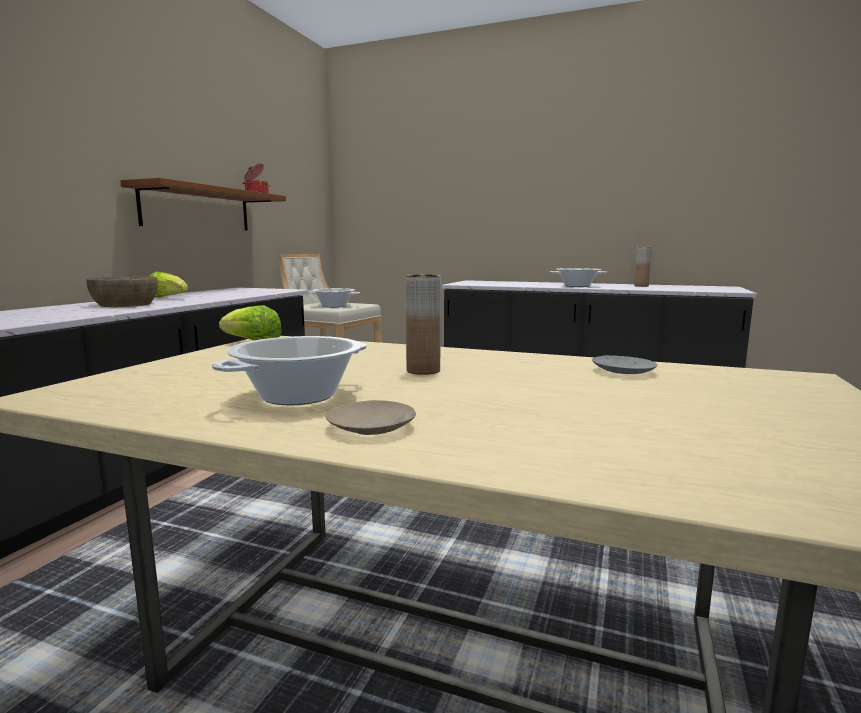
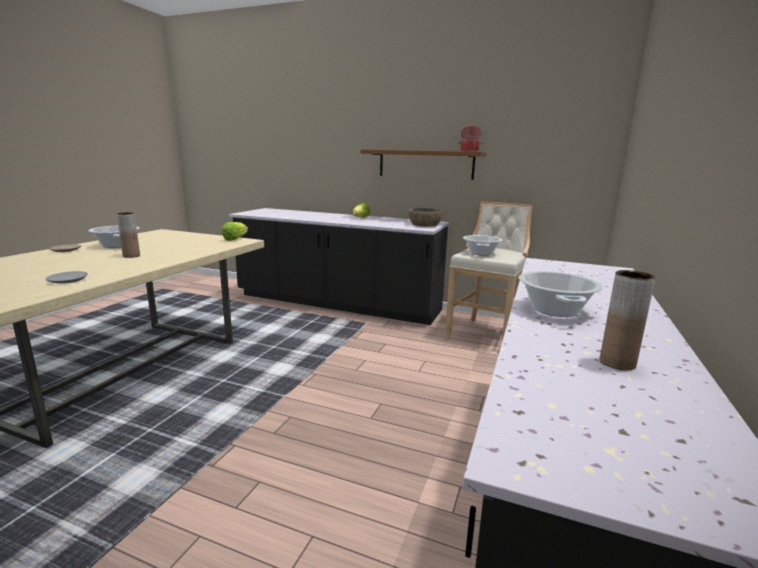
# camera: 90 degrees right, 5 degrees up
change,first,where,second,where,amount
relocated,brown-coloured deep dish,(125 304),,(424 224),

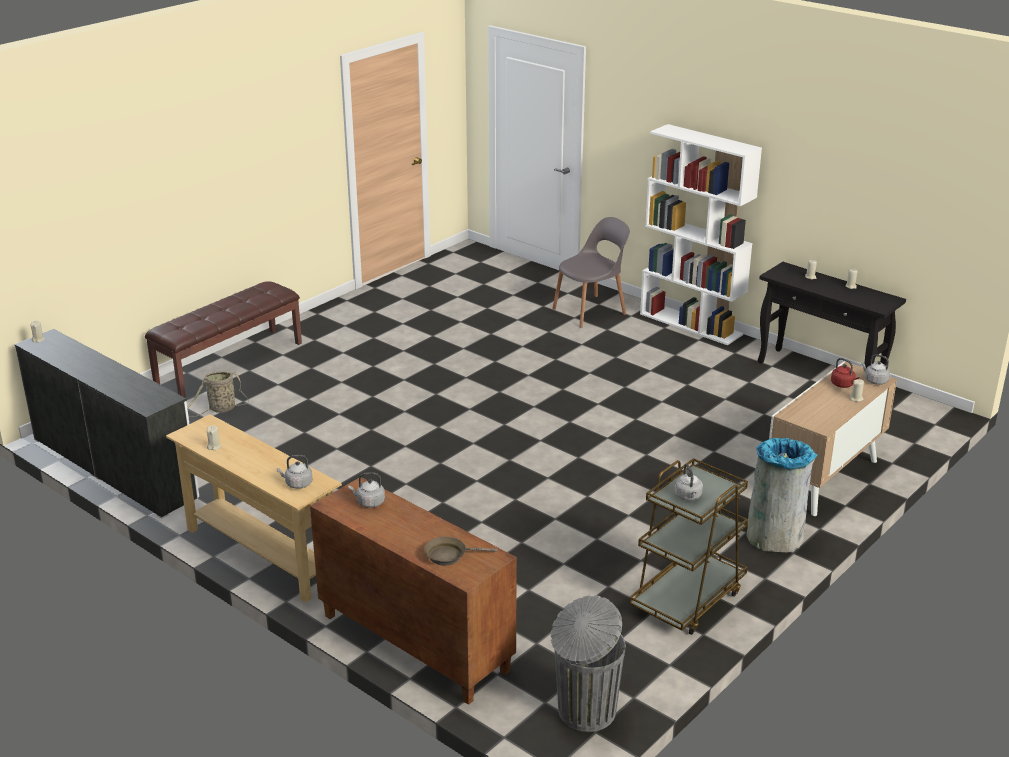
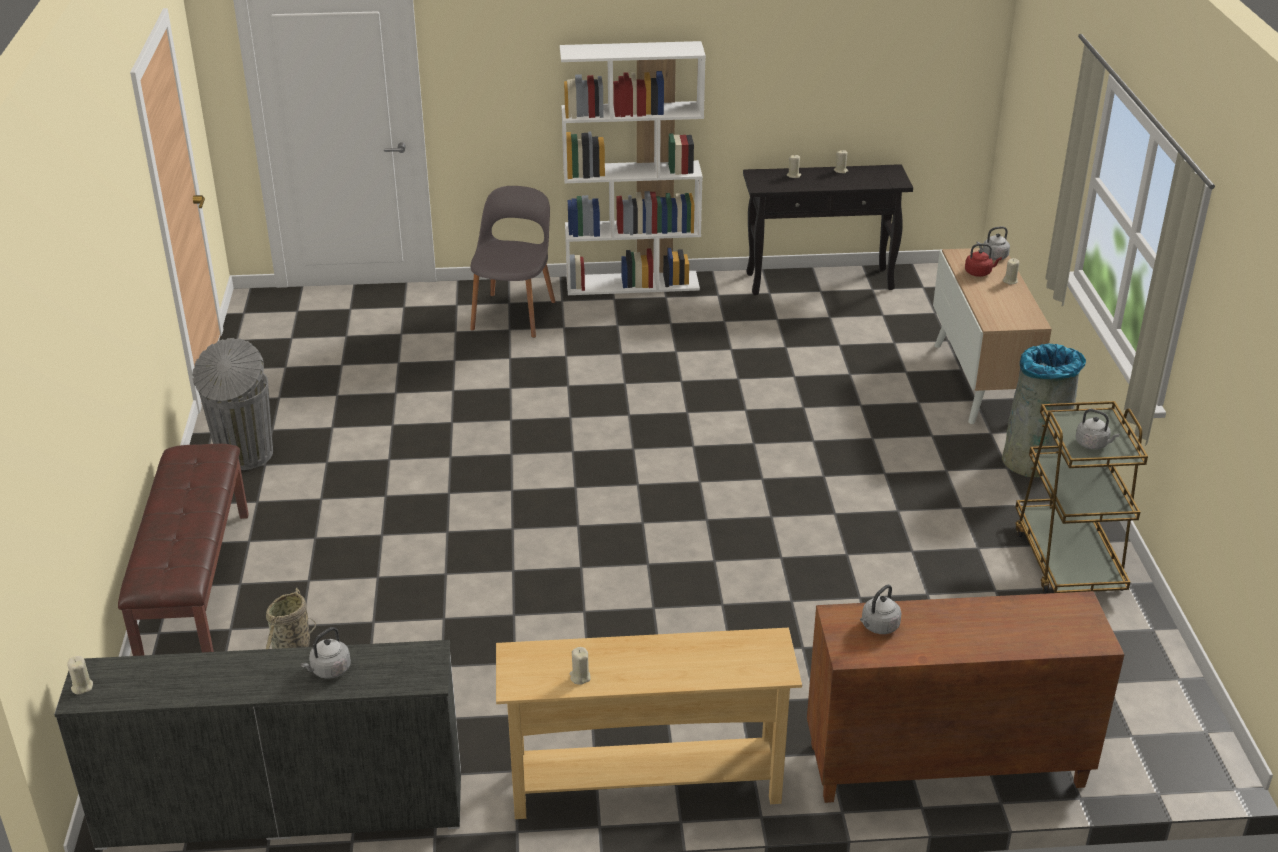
# camera: 45 degrees left, 5 degrees up
change,first,where,second,where,amount
relocated,gray waste bin,(585 711),,(244 455),
relocated,gray kettle,(297 484),,(329 670),
missing,brown-coloured pan,(449 555),,,

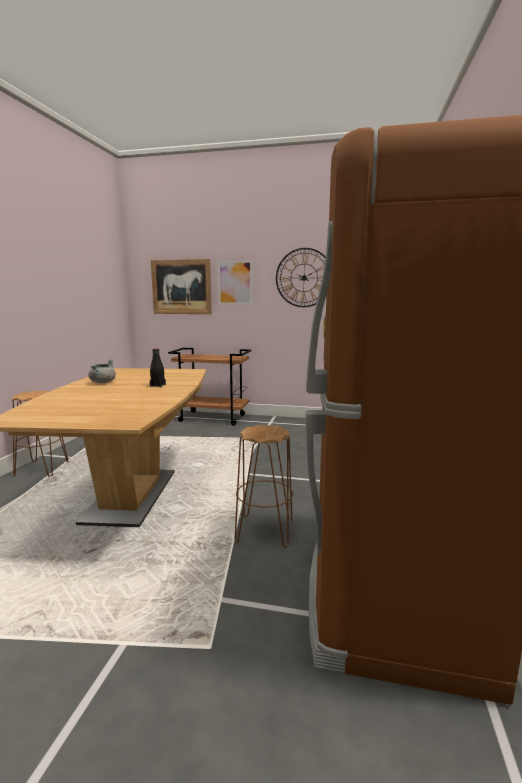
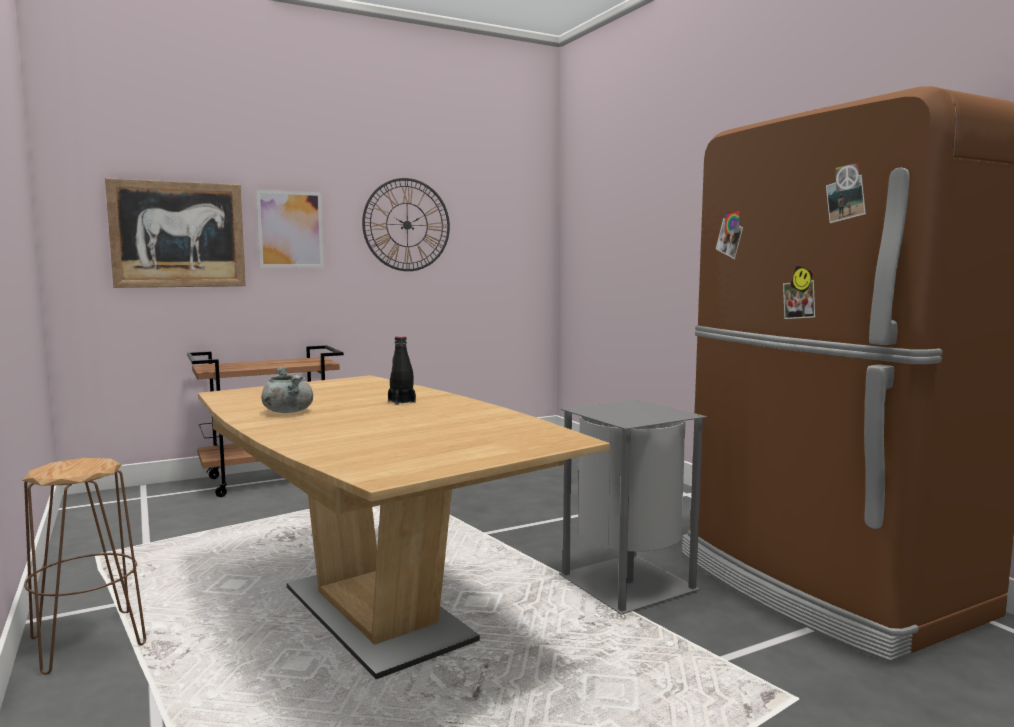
# camera: 40 degrees left, 5 degrees down
change,first,where,second,where,amount
exchanged,brown-coloured sitting stool,(264 531),gray waste bin,(630 583),

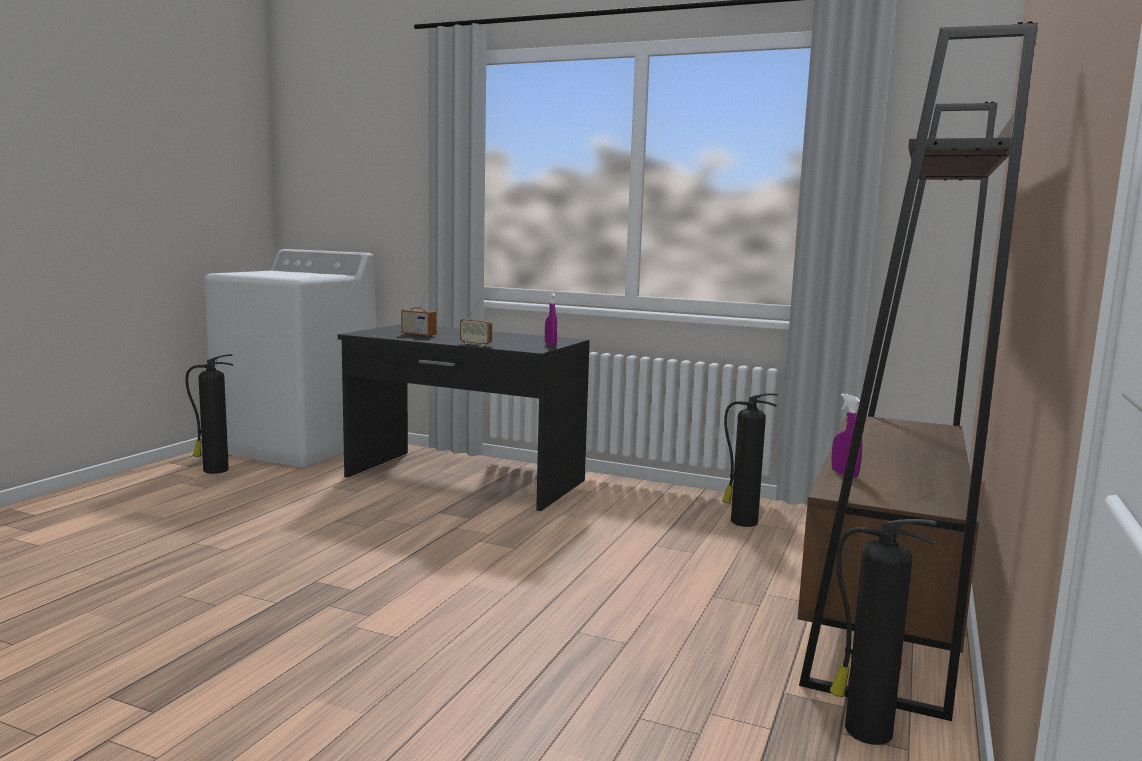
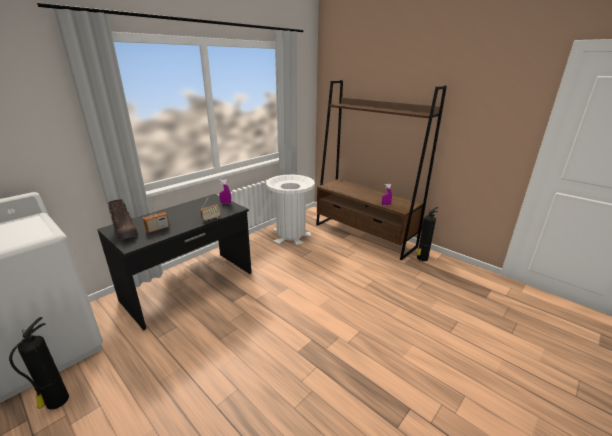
# camera: 70 degrees left, 15 degrees up
change,first,where,second,where,amount
appeared,,,brown-coloured tall boot,(126 232),
exchanged,fire extinguisher,(742 522),white-coloured waste bin,(291 235),

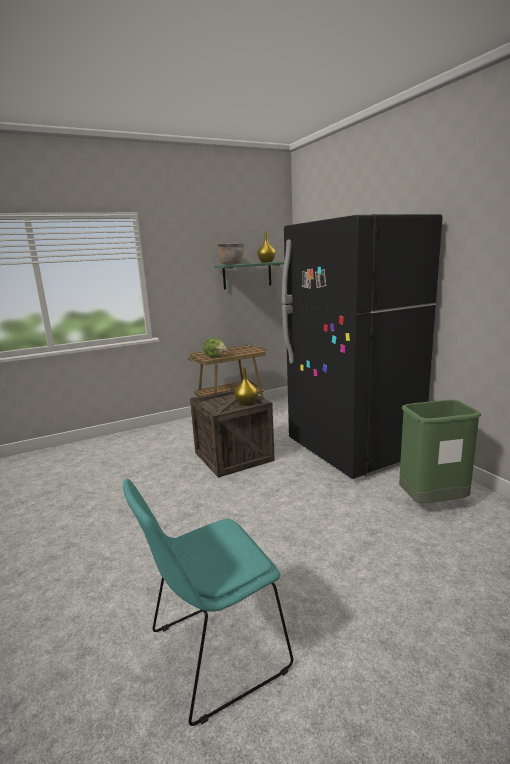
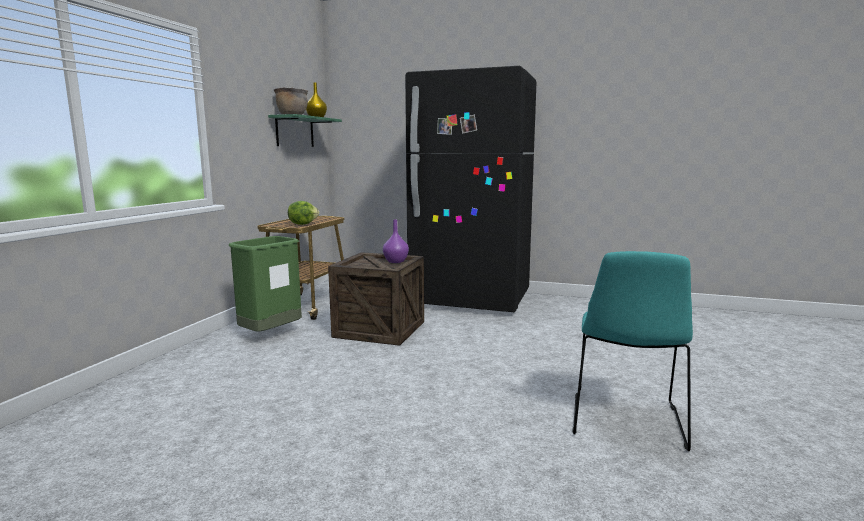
# camera: 45 degrees left, 5 degrees down
change,first,where,second,where,amount
relocated,green-coloured waste bin,(432 502),,(271 335),
colour,yellowish decorative vase,(246 403),purplish decorative vase,(396 261),

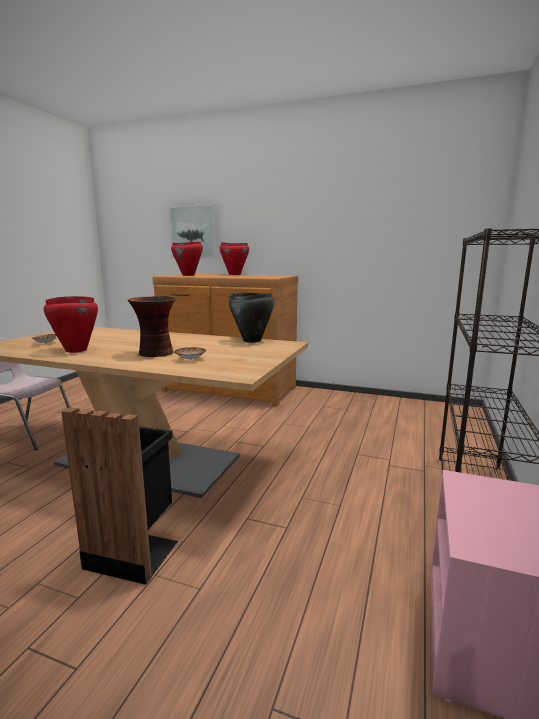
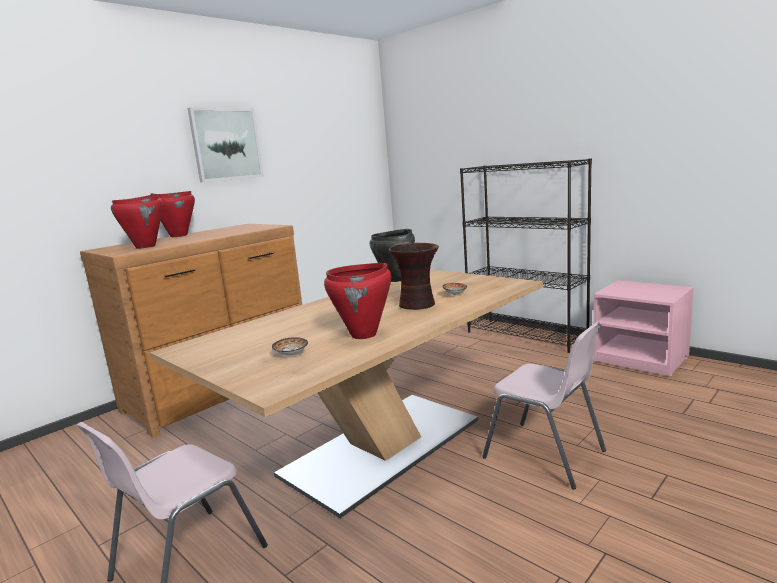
# camera: 65 degrees left, 0 degrees up
change,first,where,second,where,amount
relocated,wall picture,(193 232),,(226 144),
exchanged,black-coloured waste bin,(134 551),pink-coloured chair,(546 455),

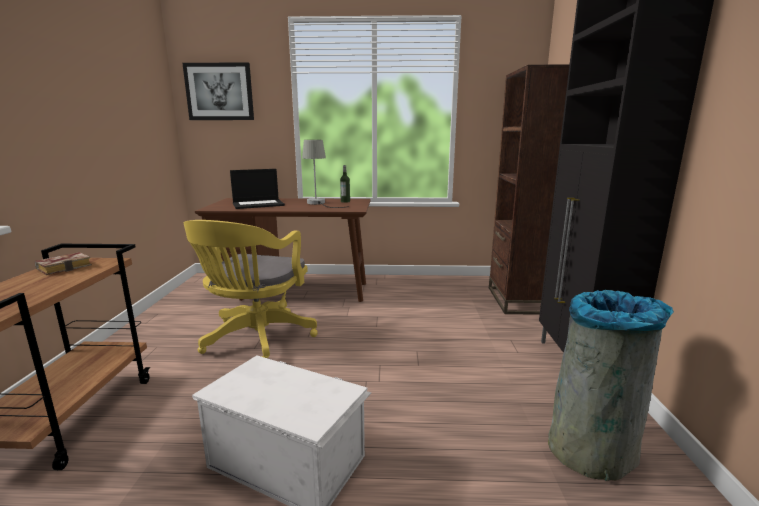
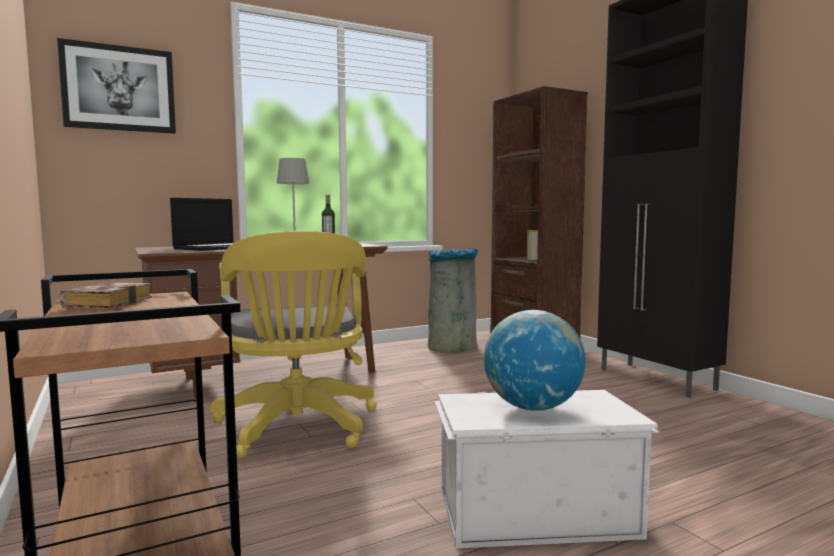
# camera: 30 degrees left, 10 degrees down
change,first,where,second,where,amount
relocated,gray waste bin,(592 448),,(452 346),
appeared,,,world globe,(532 407),

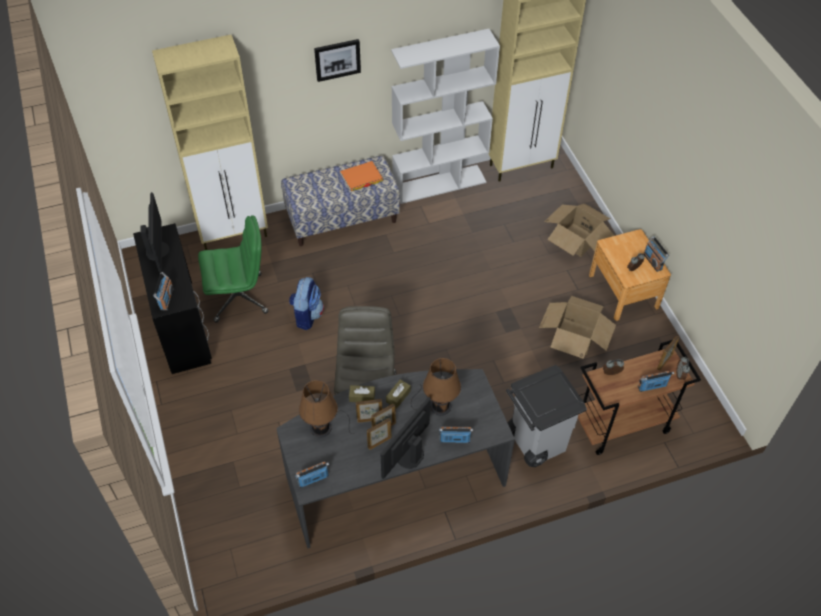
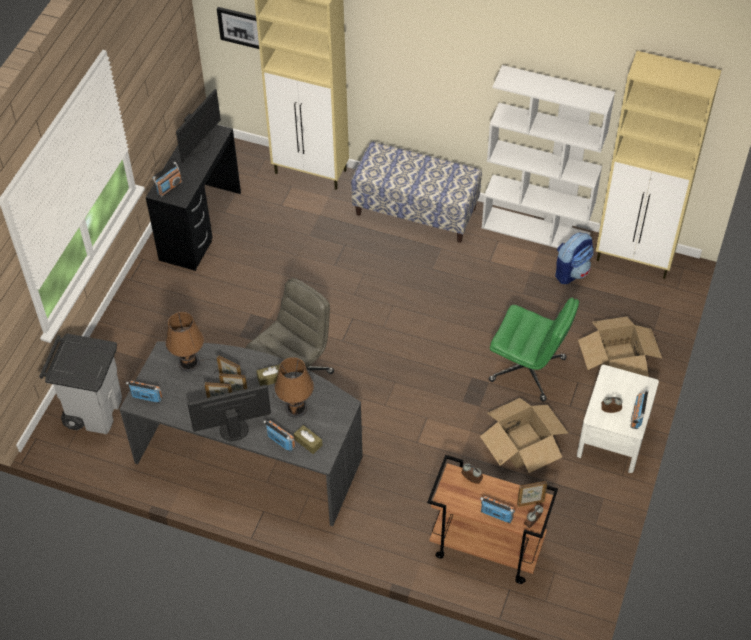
# camera: 40 degrees right, 0 degrees up
change,first,where,second,where,amount
relocated,gray waste bin,(535 441),,(94 410),
relocated,wall picture,(337 59),,(241 27),
relocated,brown-coloured tissue holder,(362 397),,(308 442),
relocated,green-coloured computer chair,(239 297),,(528 369),
relocated,rucksack,(307 315),,(571 271),
colour,brown-coloured night table,(623 291),white-coloured night table,(613 435),
missing,orange bound book,(361 178),,,

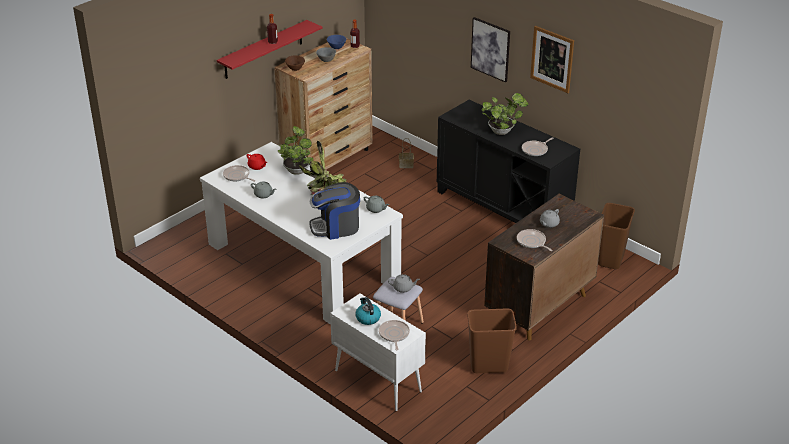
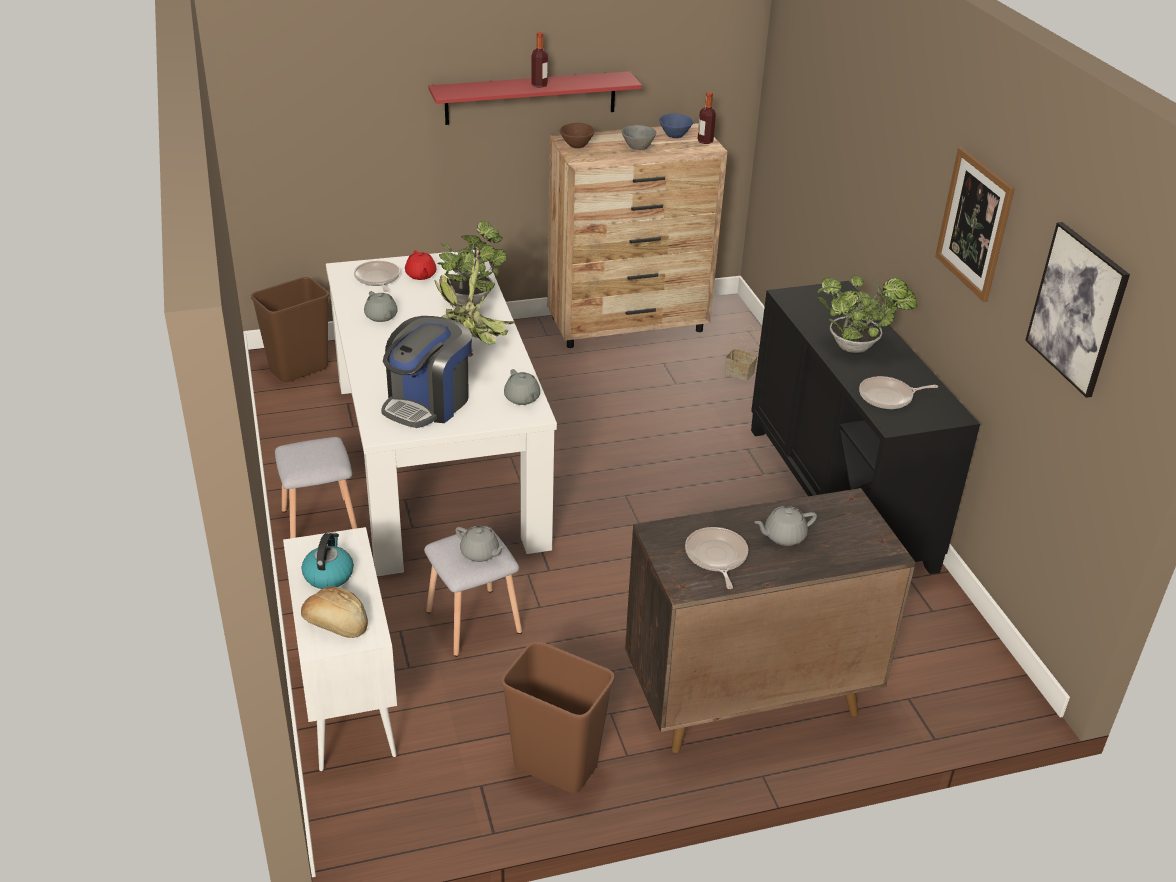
# camera: 30 degrees right, 0 degrees up
change,first,where,second,where,amount
relocated,brown-coloured waste bin,(610 259),,(299 369),
appeared,,,gray sitting stool,(319 523),
exchanged,pan,(394 335),bread,(336 625),
spun,coffee brewer,(336 227),,(428 403),75 degrees counterclockwise
relocated,wall picture,(490 49),,(1077 309),

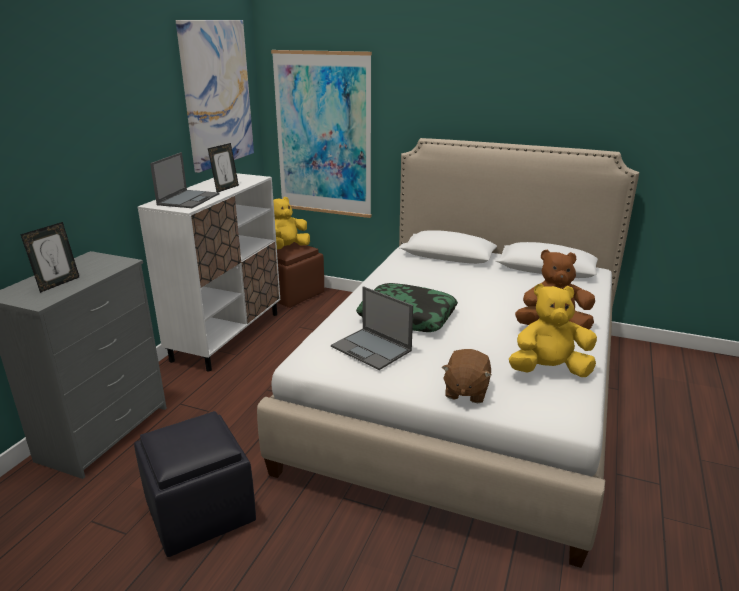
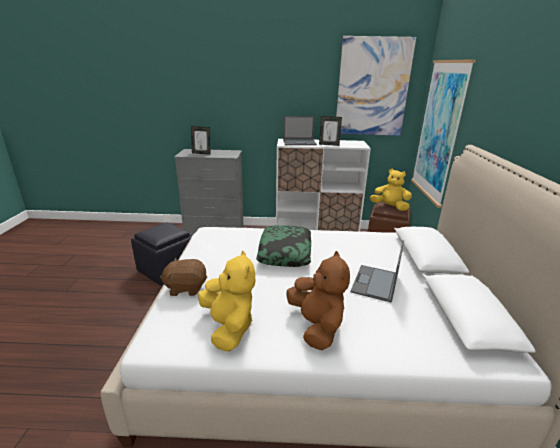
# camera: 70 degrees right, 0 degrees up
change,first,where,second,where,amount
relocated,portable computer,(372 349),,(375 283),

